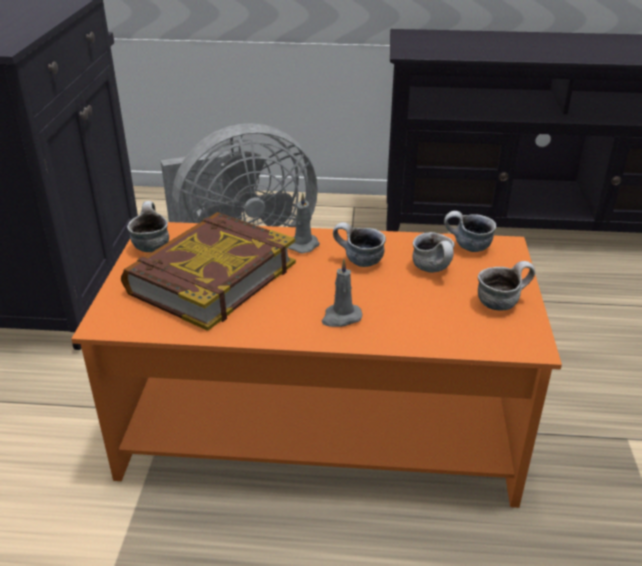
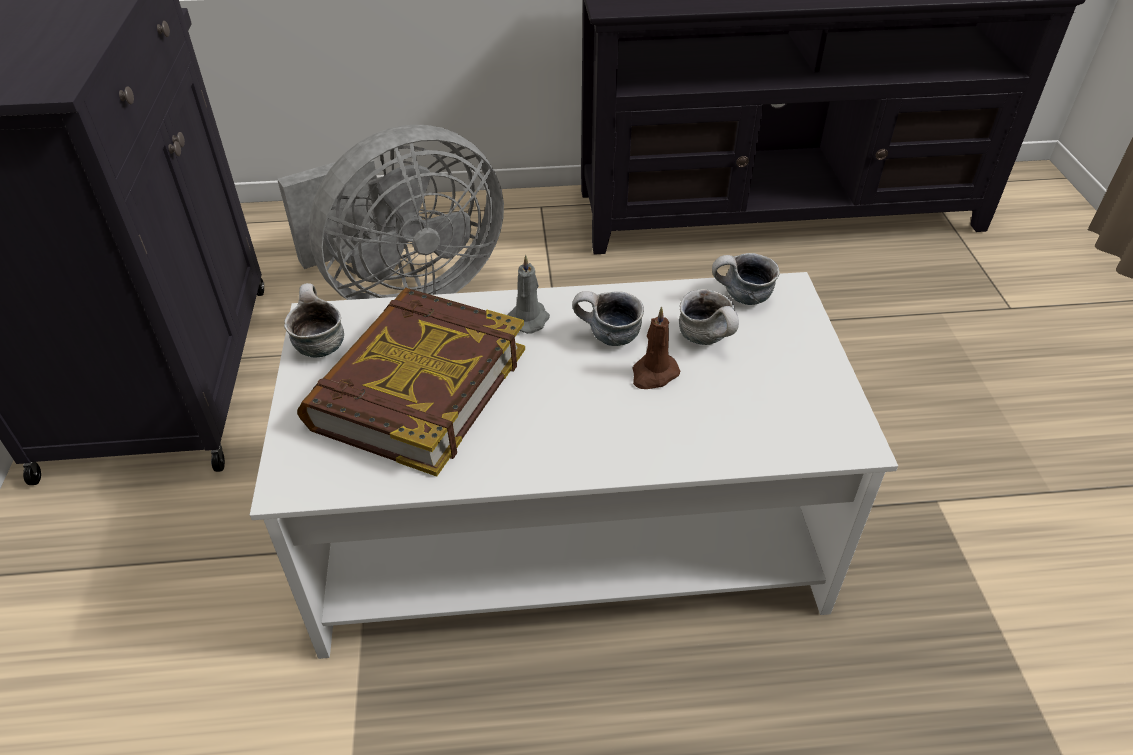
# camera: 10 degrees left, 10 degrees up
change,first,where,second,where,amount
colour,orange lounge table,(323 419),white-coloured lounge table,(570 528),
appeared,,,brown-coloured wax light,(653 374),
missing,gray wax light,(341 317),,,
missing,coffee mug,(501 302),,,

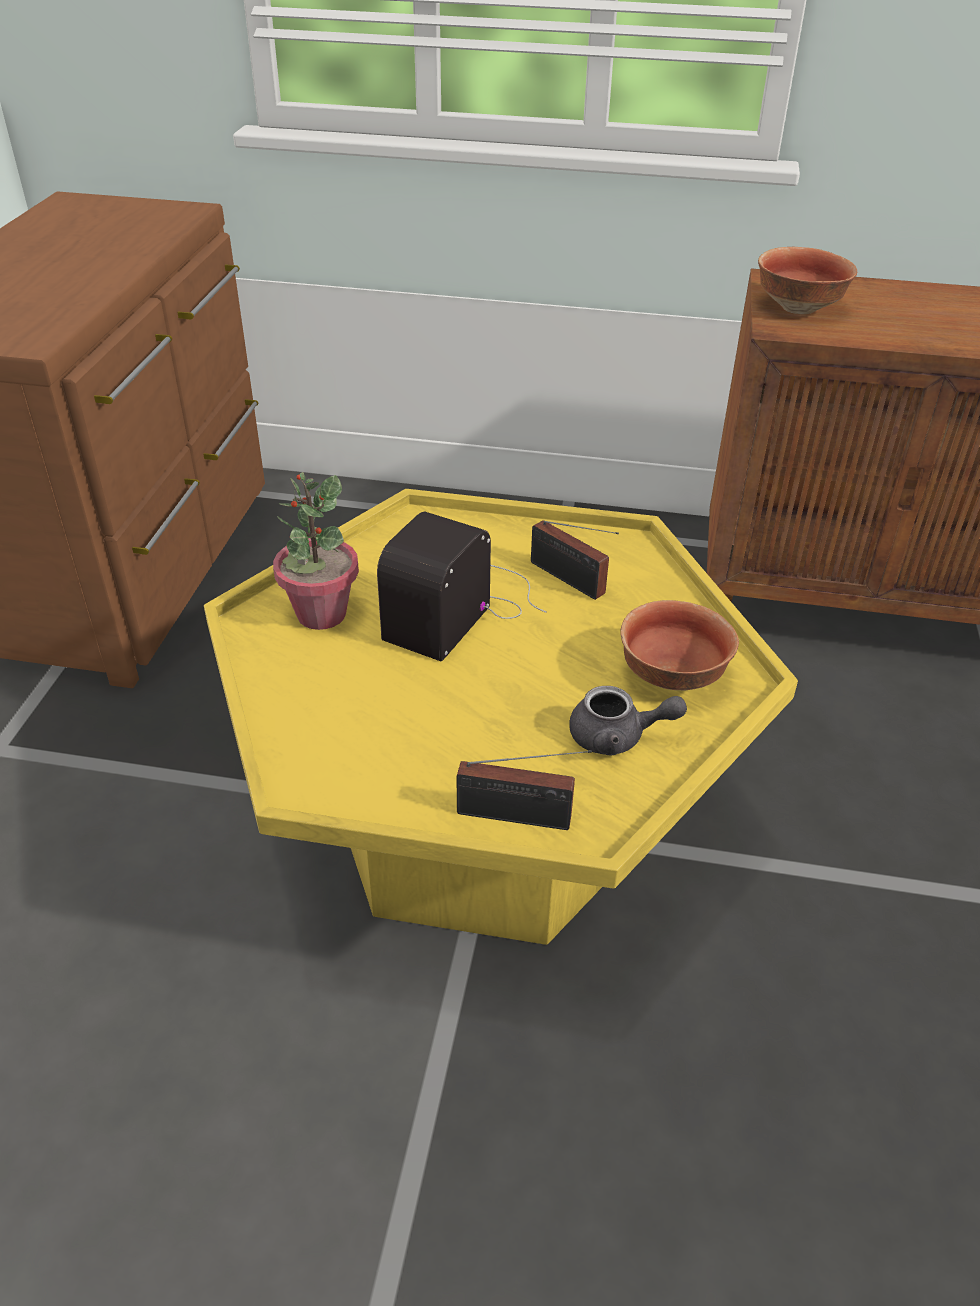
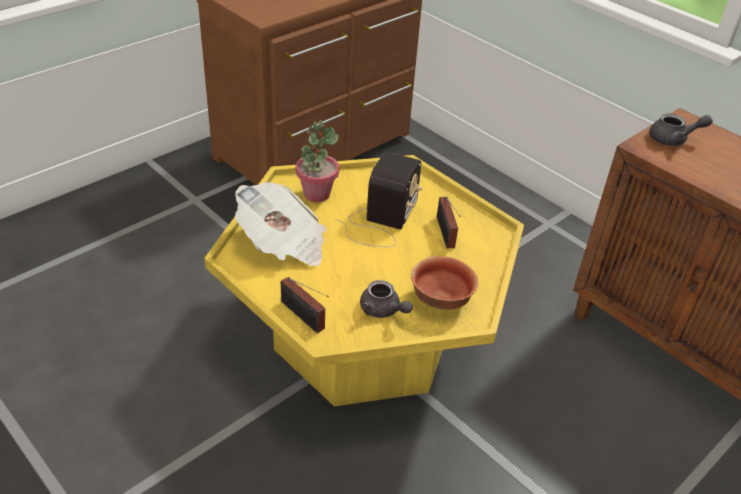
# camera: 35 degrees right, 0 degrees up
change,first,where,second,where,amount
appeared,,,newspaper,(283 244),
spun,radio set,(462 605),,(381 220),135 degrees clockwise
exchanged,deep dish,(799 307),gray teapot,(673 140),

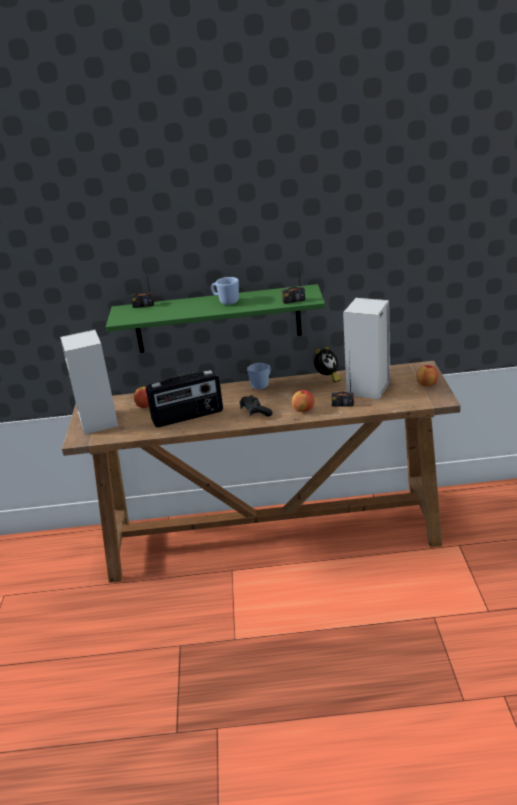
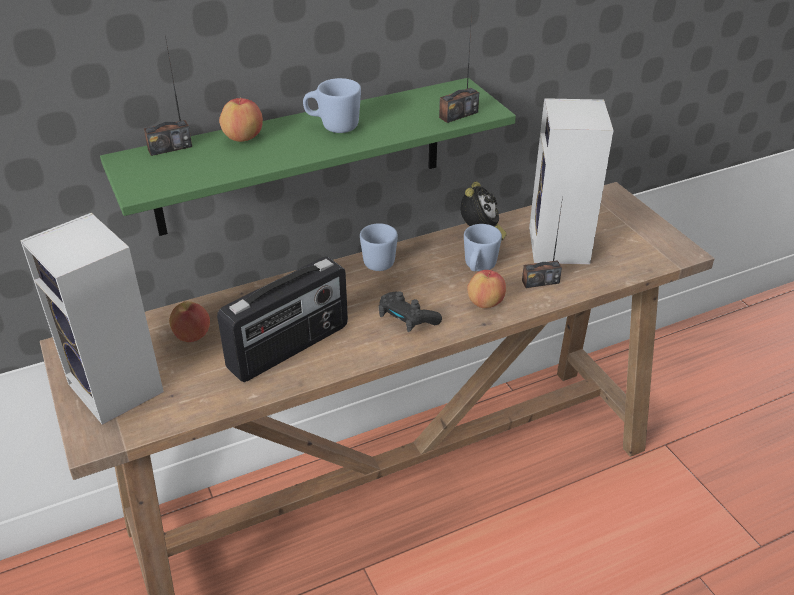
# camera: 25 degrees left, 10 degrees up
change,first,where,second,where,amount
relocated,apple fruit,(427 384),,(243 138),
appeared,,,blue-coloured coffee mug,(478 268),

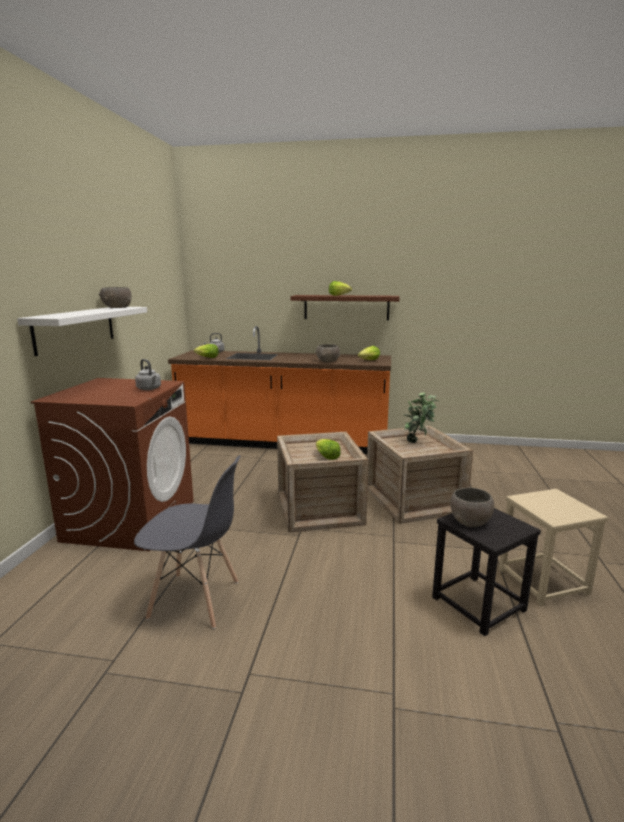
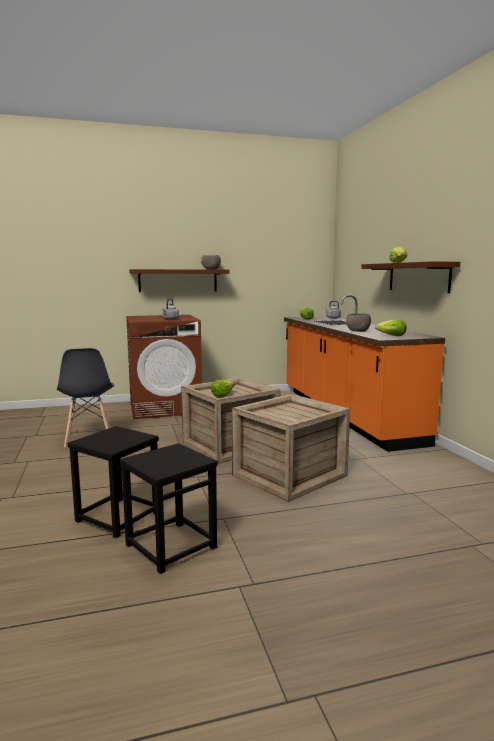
# camera: 65 degrees right, 5 degrees down
change,first,where,second,where,amount
colour,beige-coloured sitting stool,(542 581),black-coloured sitting stool,(171 546),
colour,white-coloured wall shelf,(75 329),brown-coloured wall shelf,(178 280),
missing,potted plant,(418 442),,,
missing,gray deep dish,(469 521),,,

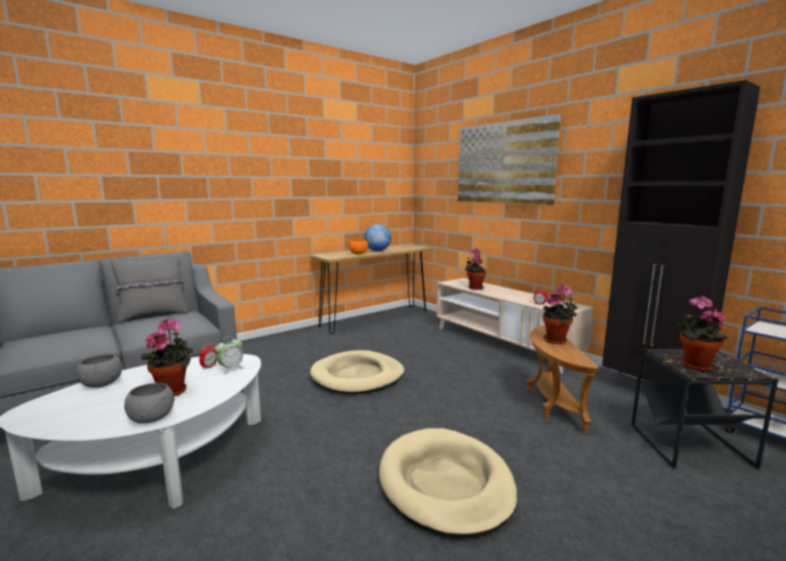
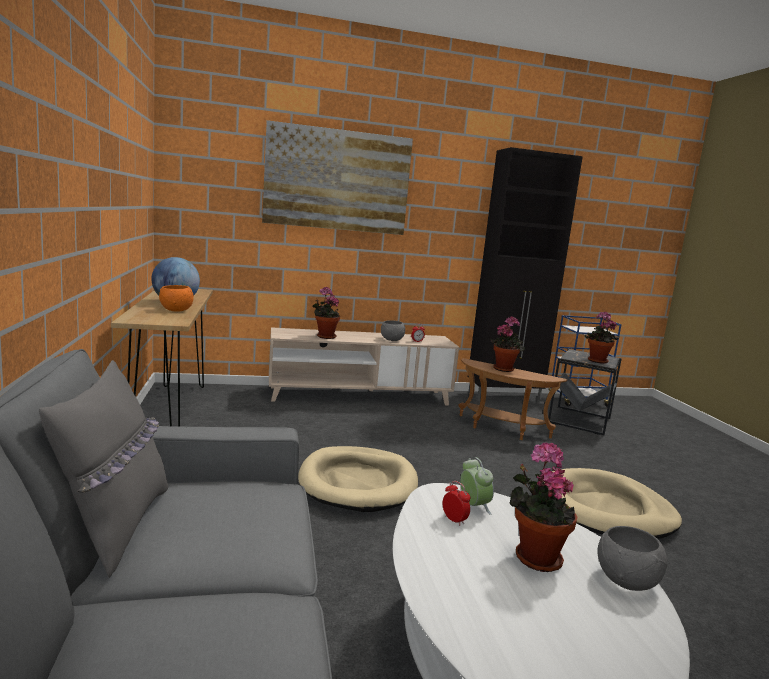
# camera: 65 degrees left, 0 degrees up
change,first,where,second,where,amount
relocated,gray deep dish,(103 384),,(391 339),

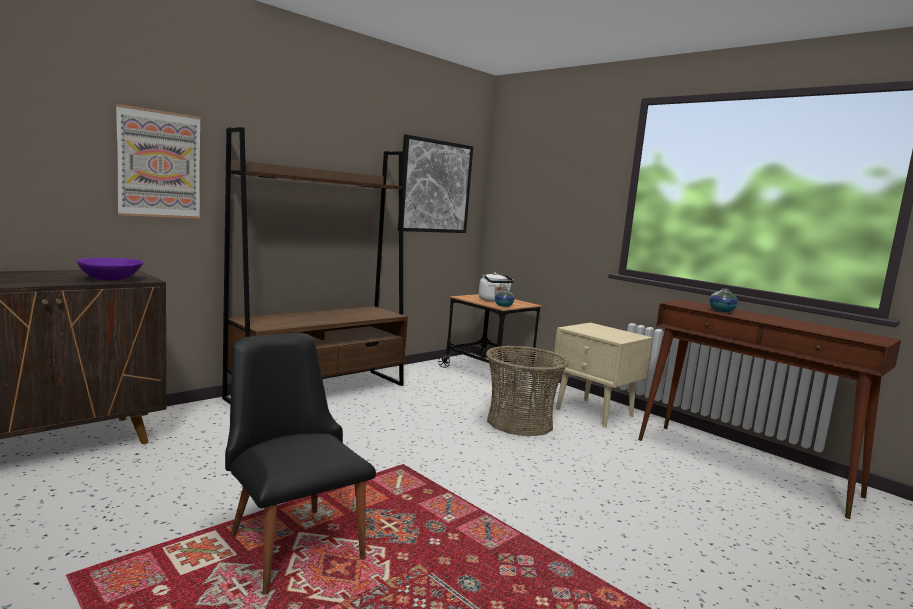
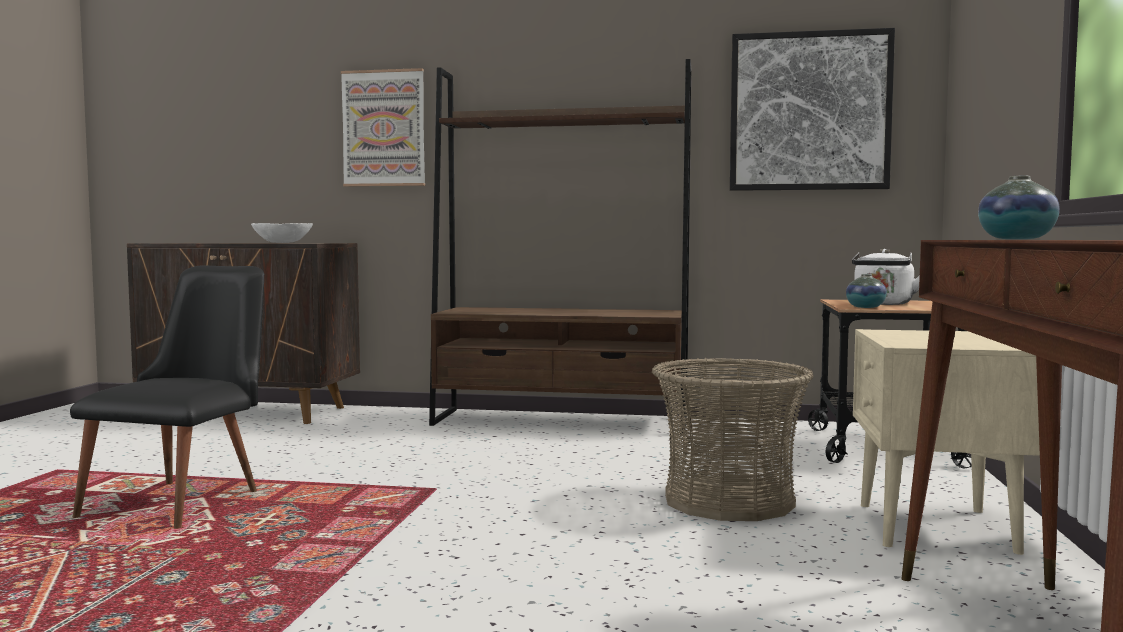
# camera: 55 degrees right, 5 degrees down
change,first,where,second,where,amount
colour,purplish deep dish,(111 279),white-coloured deep dish,(283 242),

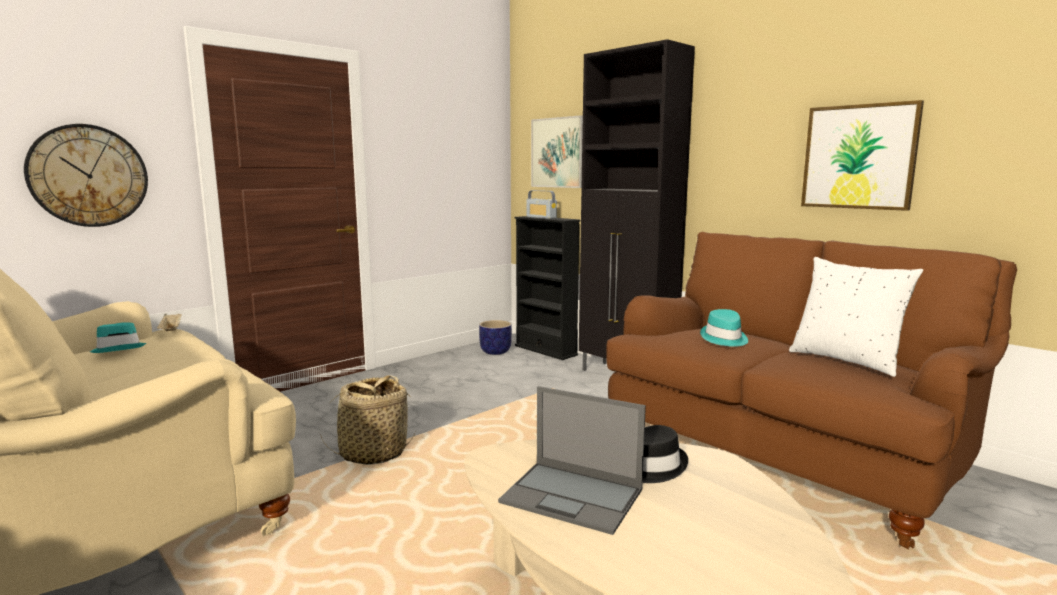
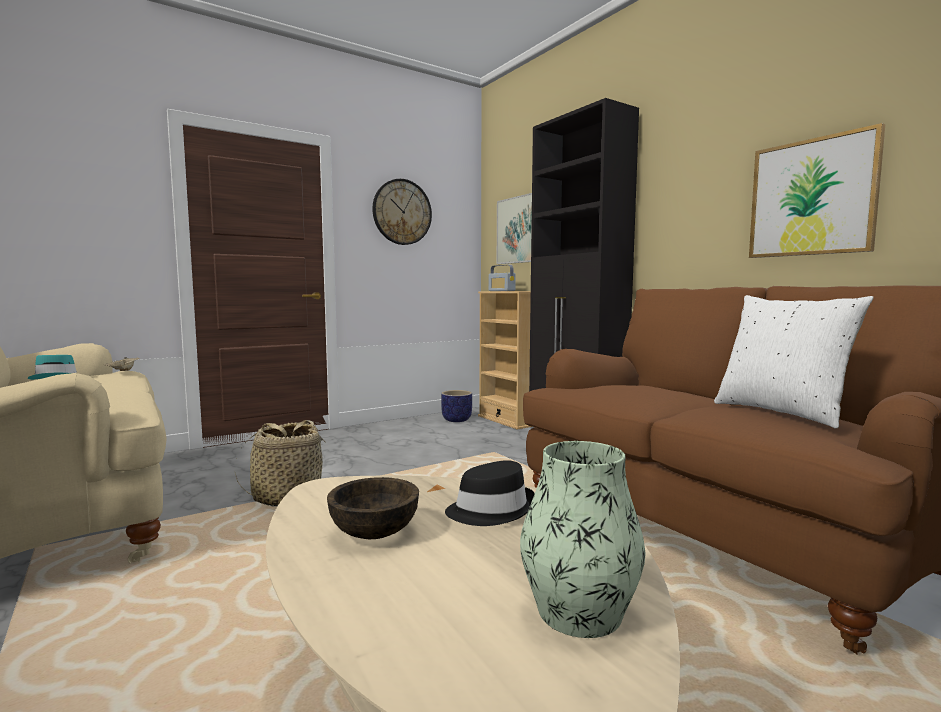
# camera: 10 degrees right, 5 degrees down
change,first,where,second,where,amount
exchanged,portable computer,(573 496),brown-coloured deep dish,(375 532),
relocated,clock on the wall,(88 176),,(402 212),
colour,black-coloured shelving unit,(545 350),beige-coloured shelving unit,(505 421),
appeared,,,decorative vase,(579 611),
missing,turquoise hat,(724 338),,,

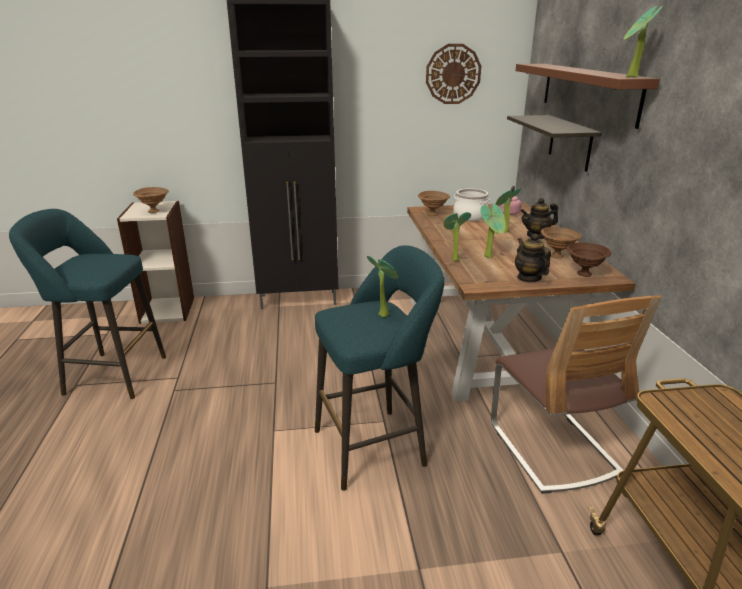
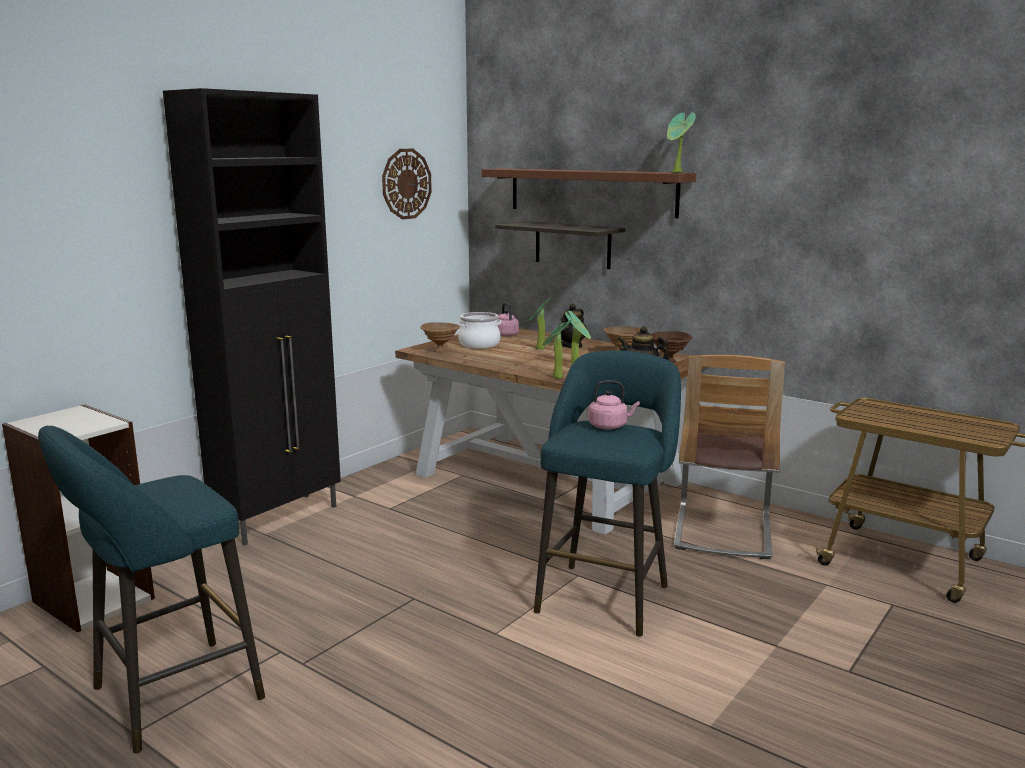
# camera: 45 degrees left, 10 degrees down
change,first,where,second,where,amount
exchanged,potted plant,(383 314),pink-coloured kettle,(610 426),
spun,chair,(552 448),,(723 531),75 degrees clockwise
missing,brown-coloured deep dish,(154 211),,,

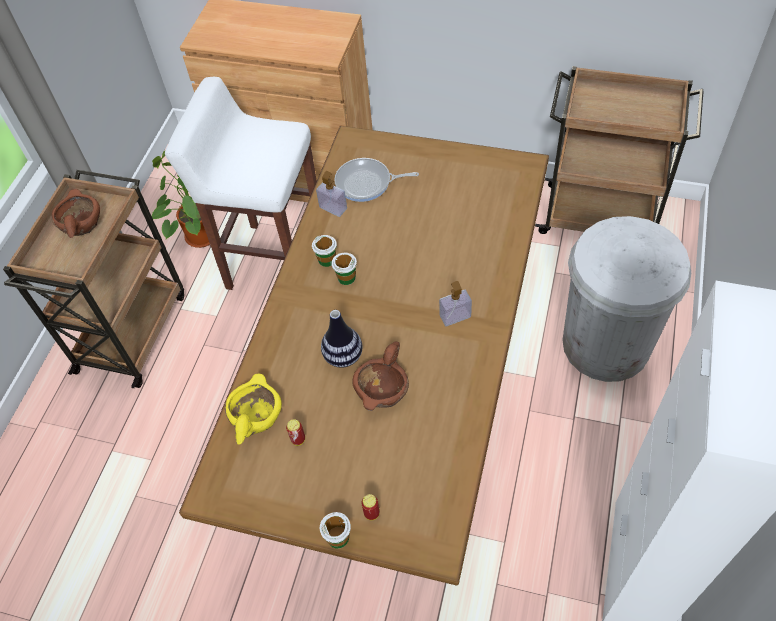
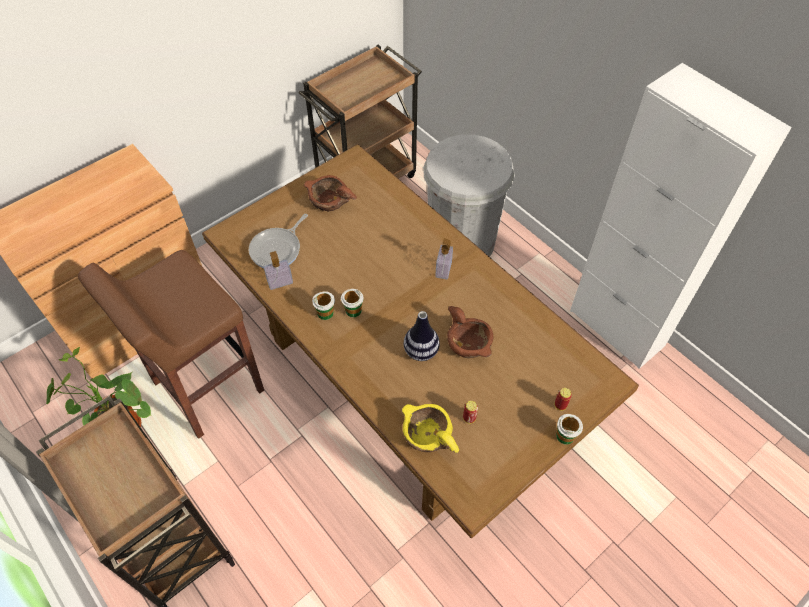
# camera: 60 degrees left, 0 degrees up
change,first,where,second,where,amount
colour,white-coloured sitting stool,(274 261),brown-coloured sitting stool,(206 387),
relocated,brown-coloured deep dish,(81 224),,(329 201),

